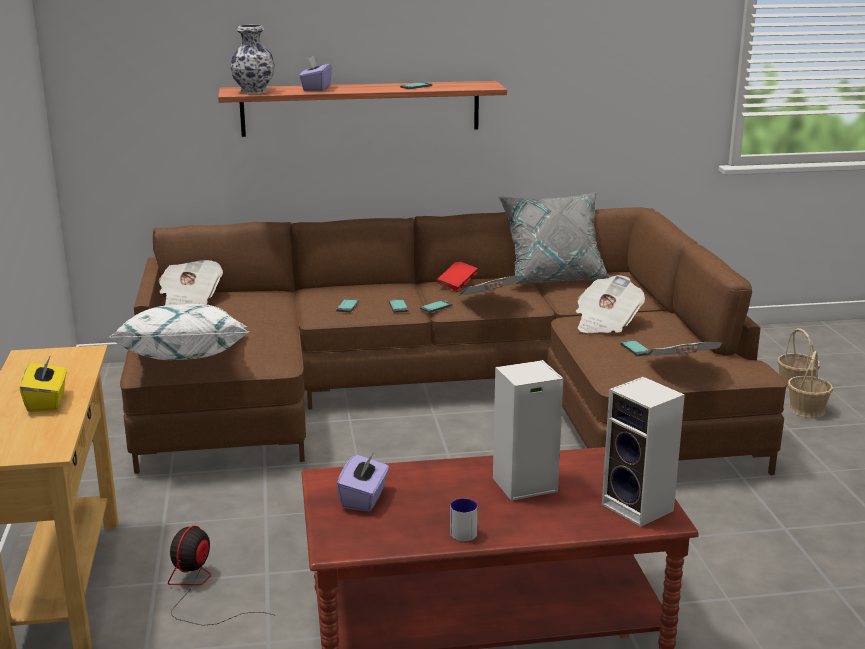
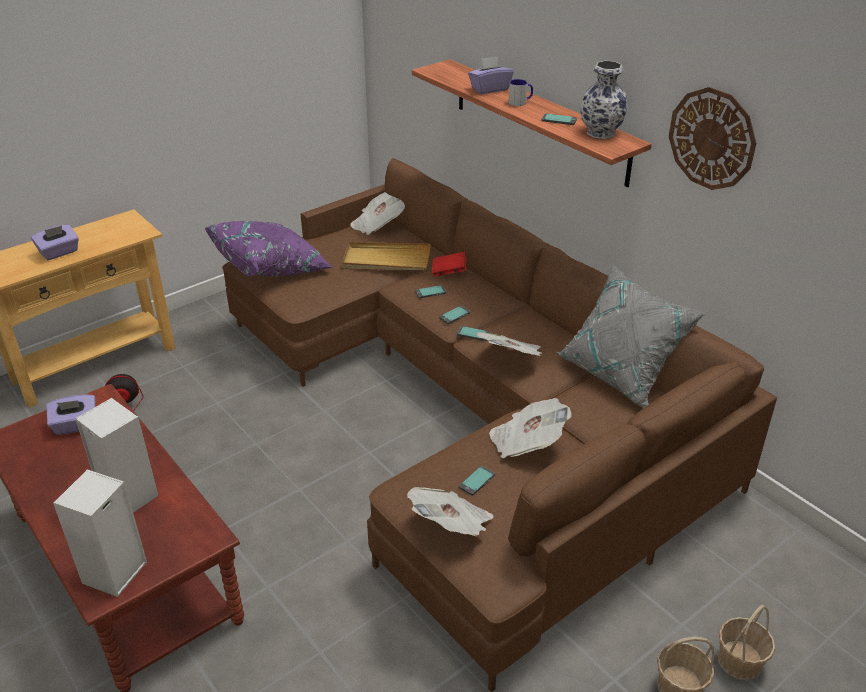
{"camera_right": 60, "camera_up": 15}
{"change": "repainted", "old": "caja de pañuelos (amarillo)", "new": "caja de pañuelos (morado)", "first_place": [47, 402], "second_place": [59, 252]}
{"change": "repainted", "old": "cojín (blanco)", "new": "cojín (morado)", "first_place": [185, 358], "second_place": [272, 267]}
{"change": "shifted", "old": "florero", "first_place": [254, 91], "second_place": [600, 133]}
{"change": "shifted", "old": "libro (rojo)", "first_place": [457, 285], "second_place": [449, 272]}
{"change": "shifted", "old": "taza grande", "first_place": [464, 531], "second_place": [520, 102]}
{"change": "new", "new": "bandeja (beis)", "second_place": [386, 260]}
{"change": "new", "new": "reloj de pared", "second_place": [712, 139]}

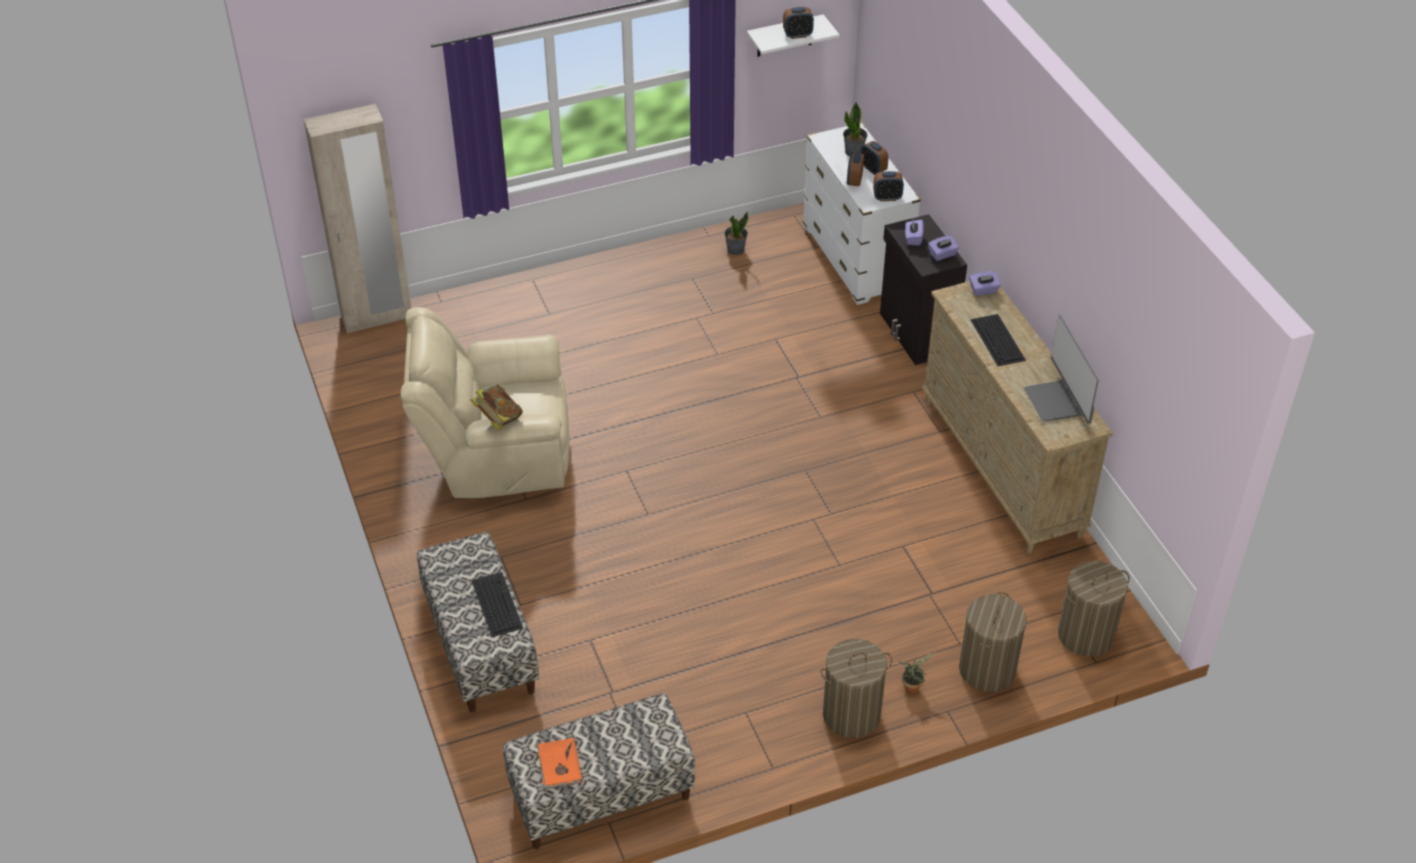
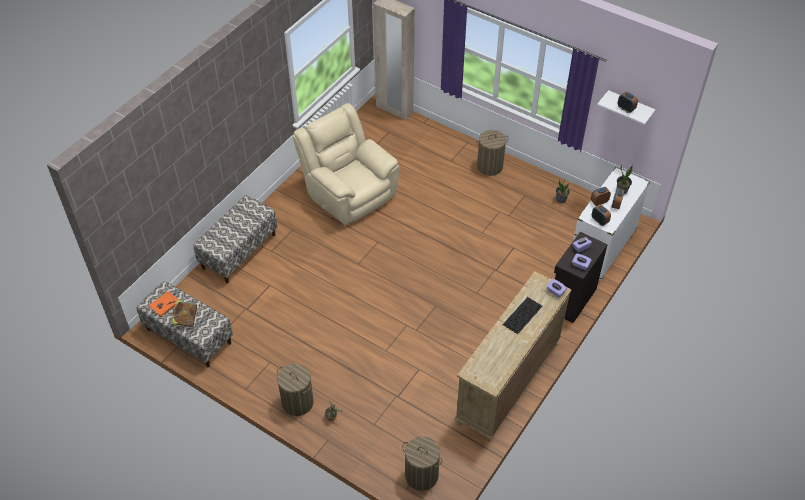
{"camera_right": 55, "camera_up": 5}
{"change": "shifted", "old": "libro", "first_place": [498, 418], "second_place": [185, 319]}
{"change": "gone", "old": "teclado", "first_place": [496, 603]}
{"change": "shifted", "old": "cesto de la ropa", "first_place": [987, 669], "second_place": [489, 166]}
{"change": "gone", "old": "monitor", "first_place": [1057, 401]}

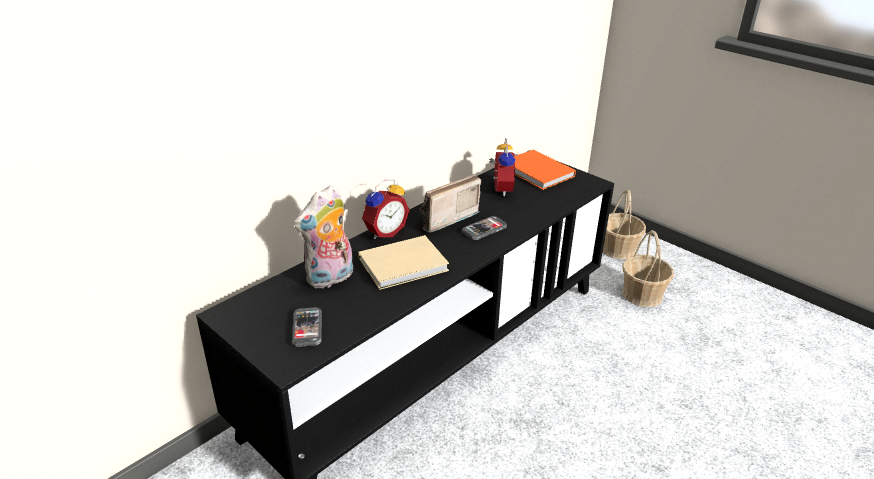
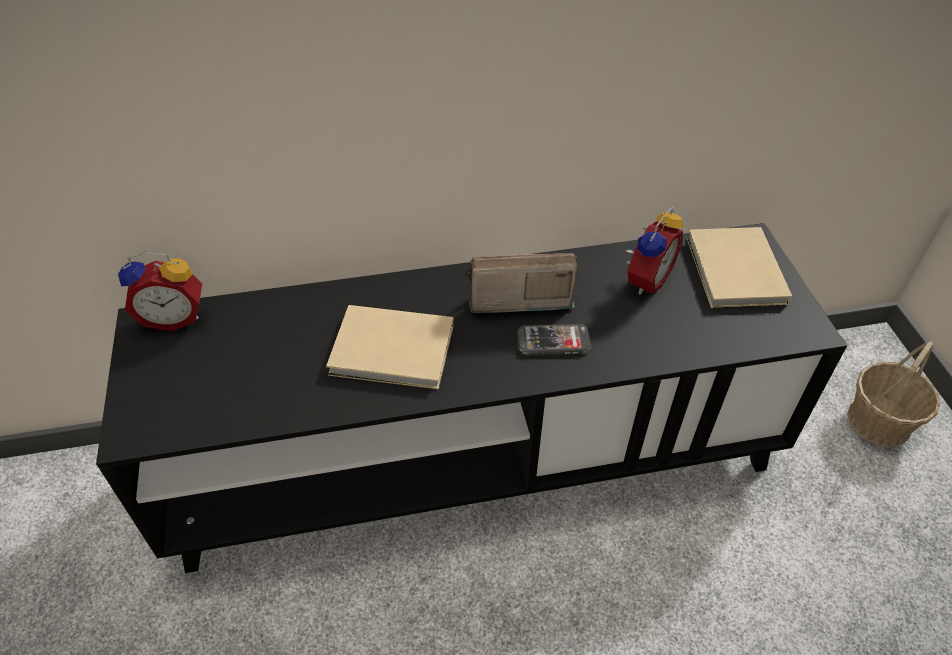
{"camera_right": 35, "camera_up": 15}
{"change": "gone", "old": "móvil", "first_place": [307, 328]}
{"change": "gone", "old": "peluche", "first_place": [330, 279]}
{"change": "shifted", "old": "despertador", "first_place": [384, 232], "second_place": [174, 317]}
{"change": "repainted", "old": "libro (naranja)", "new": "libro (beis)", "first_place": [538, 173], "second_place": [734, 273]}
{"change": "gone", "old": "cesta", "first_place": [642, 294]}

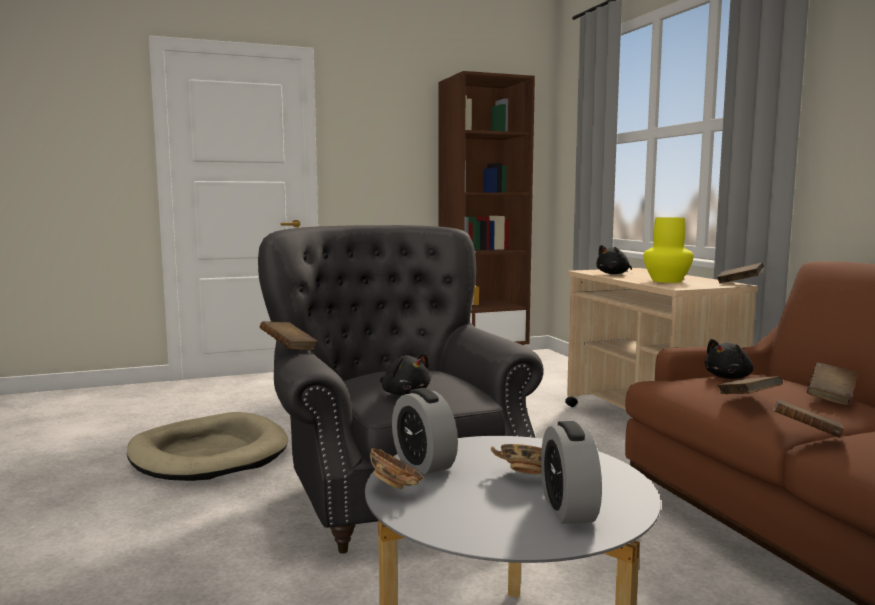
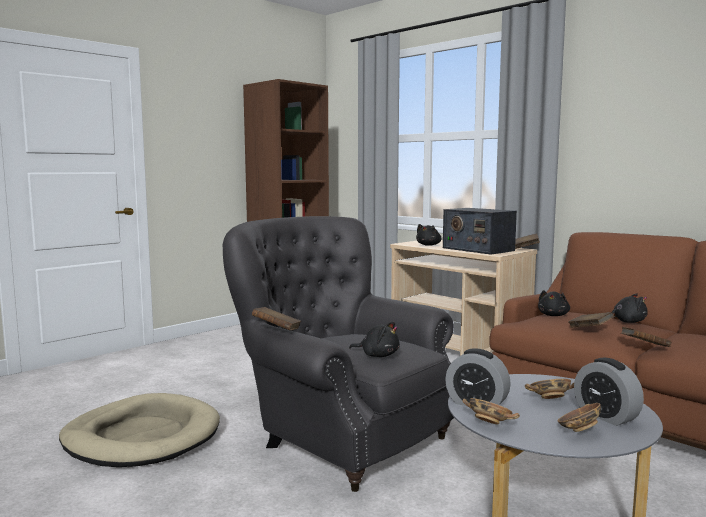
{"camera_right": -25, "camera_up": 0}
{"change": "swapped", "old": "florero (amarillo)", "new": "radio", "first_place": [667, 281], "second_place": [477, 249]}
{"change": "swapped", "old": "libro (marrón)", "new": "peluche (negro)", "first_place": [831, 397], "second_place": [626, 322]}
{"change": "new", "new": "cuenco", "second_place": [577, 430]}

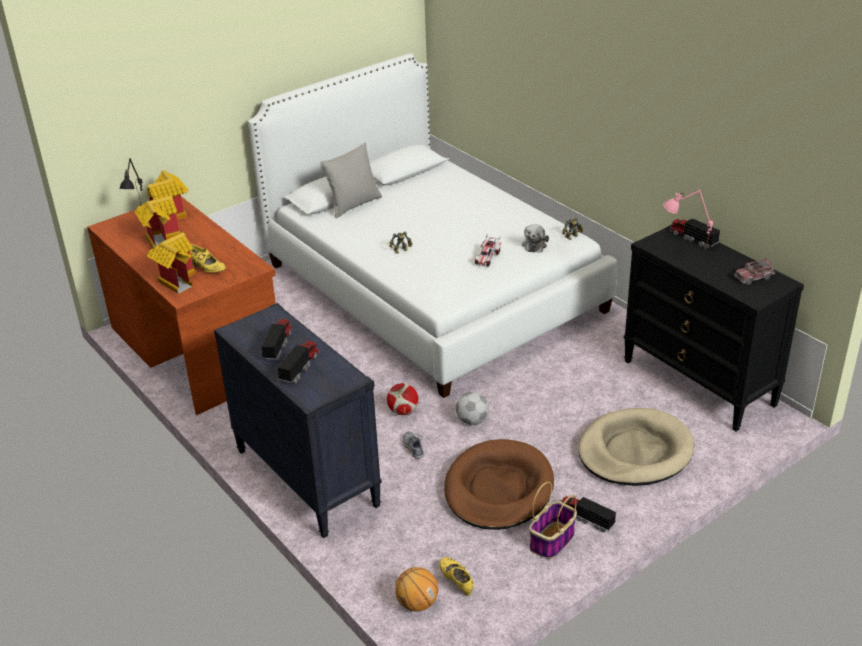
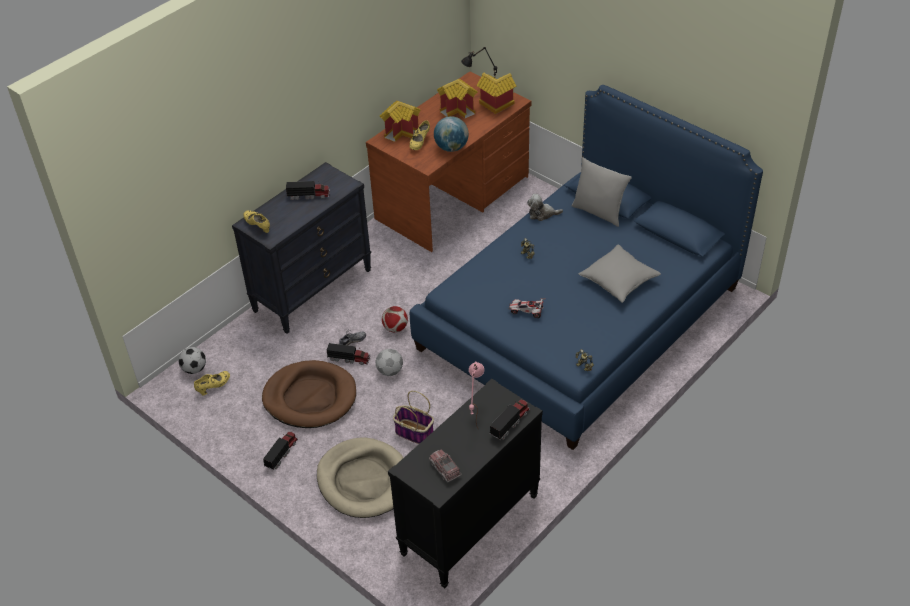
{"camera_right": 80, "camera_up": 10}
{"change": "repainted", "old": "cama (blanco)", "new": "cama (azul)", "first_place": [432, 287], "second_place": [579, 317]}
{"change": "shifted", "old": "camión de juguete", "first_place": [300, 367], "second_place": [349, 359]}
{"change": "swapped", "old": "balón de baloncesto", "new": "balón de fútbol", "first_place": [417, 603], "second_place": [194, 369]}
{"change": "shifted", "old": "peluche", "first_place": [534, 244], "second_place": [542, 214]}
{"change": "shifted", "old": "cesta", "first_place": [552, 541], "second_place": [413, 432]}
{"change": "new", "new": "zapato (amarillo)", "second_place": [258, 226]}
{"change": "new", "new": "globo terráqueo", "second_place": [451, 148]}
{"change": "new", "new": "cojín (gris)", "second_place": [619, 281]}

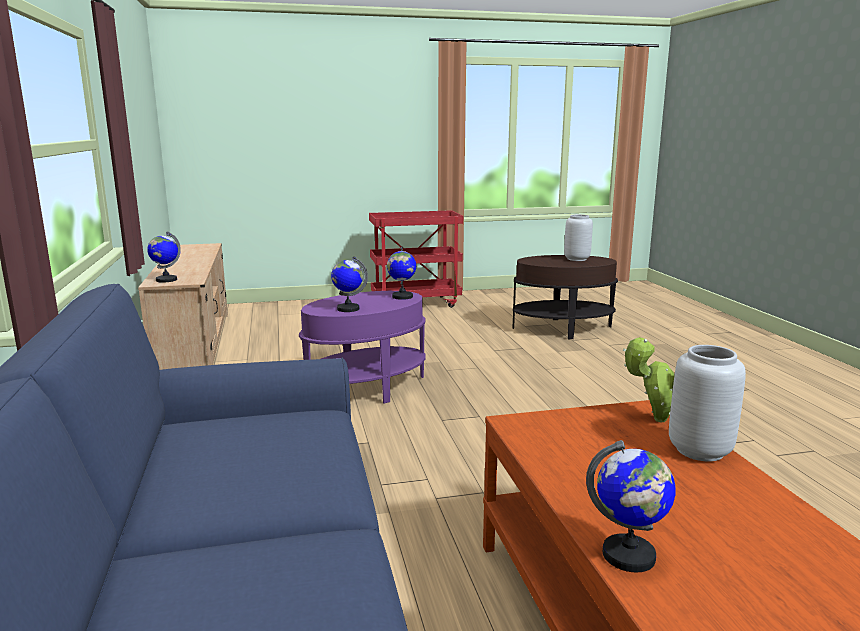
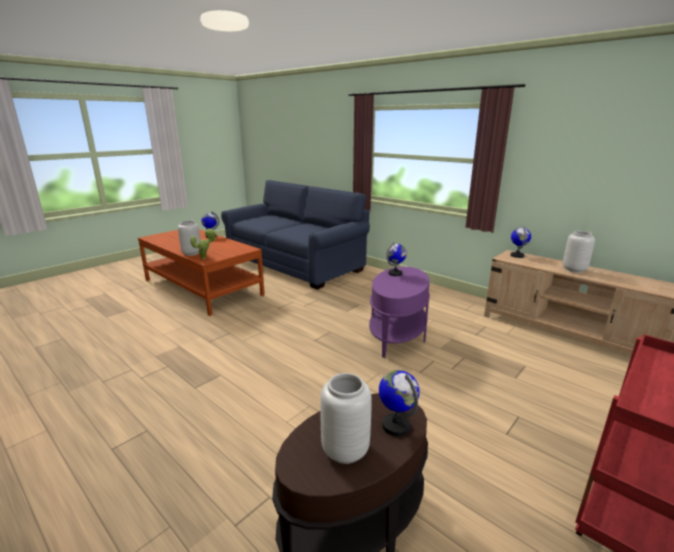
{"camera_right": 145, "camera_up": 5}
{"change": "shifted", "old": "globo terráqueo", "first_place": [402, 297], "second_place": [396, 425]}
{"change": "new", "new": "florero (gris)", "second_place": [574, 270]}

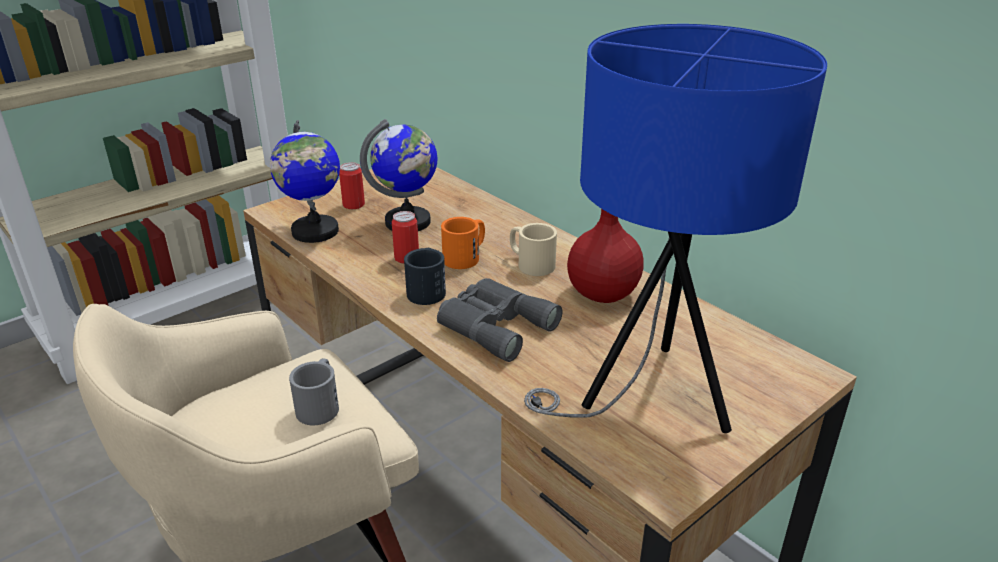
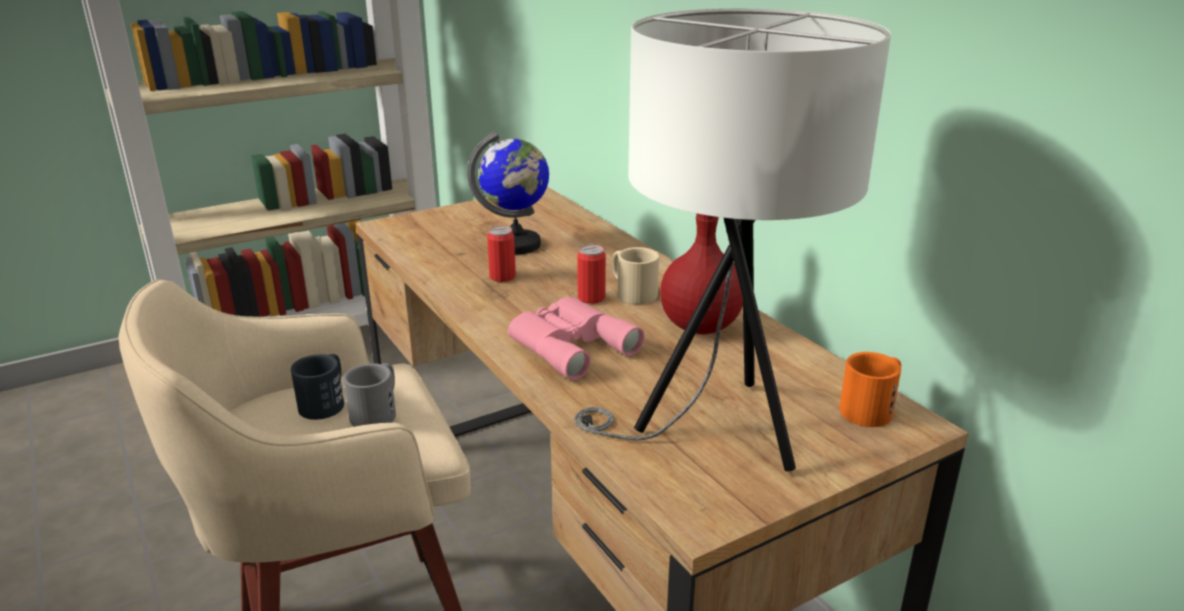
{"camera_right": 10, "camera_up": -5}
{"change": "gone", "old": "globo terráqueo", "first_place": [314, 231]}
{"change": "shifted", "old": "lata", "first_place": [353, 205], "second_place": [591, 298]}
{"change": "shifted", "old": "taza grande (negro)", "first_place": [427, 289], "second_place": [326, 401]}
{"change": "repainted", "old": "prismáticos (gris)", "new": "prismáticos (rosa)", "first_place": [493, 324], "second_place": [569, 344]}
{"change": "shifted", "old": "taza grande (naranja)", "first_place": [466, 256], "second_place": [872, 408]}
{"change": "repainted", "old": "lámpara de mesa (azul)", "new": "lámpara de mesa (blanco)", "first_place": [649, 397], "second_place": [714, 428]}

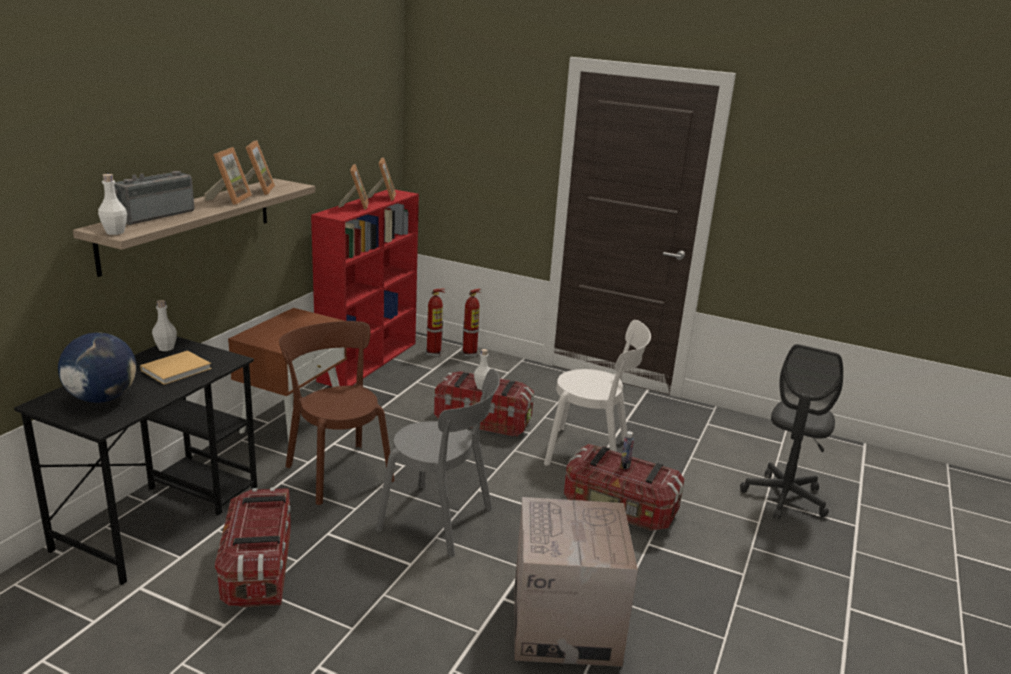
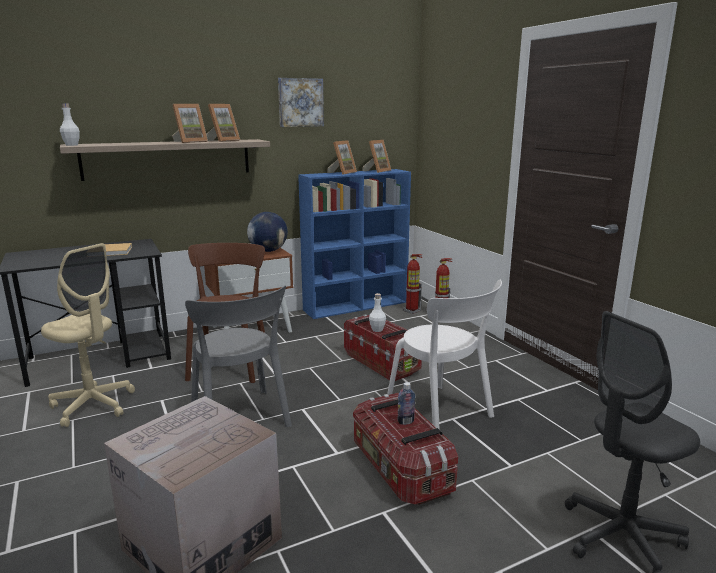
{"camera_right": 40, "camera_up": -5}
{"change": "shifted", "old": "globo terráqueo", "first_place": [102, 398], "second_place": [268, 251]}
{"change": "gone", "old": "radio", "first_place": [152, 215]}
{"change": "gone", "old": "botella (blanco)", "first_place": [166, 348]}
{"change": "swapped", "old": "caja de almacenaje", "new": "silla de oficina (beis)", "first_place": [258, 568], "second_place": [93, 405]}
{"change": "repainted", "old": "estantería (rojo)", "new": "estantería (azul)", "first_place": [369, 361], "second_place": [356, 306]}
{"change": "new", "new": "cuadro", "second_place": [300, 102]}

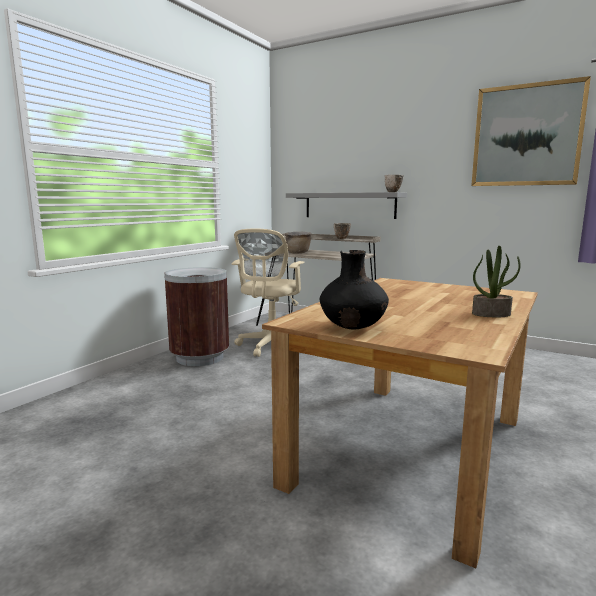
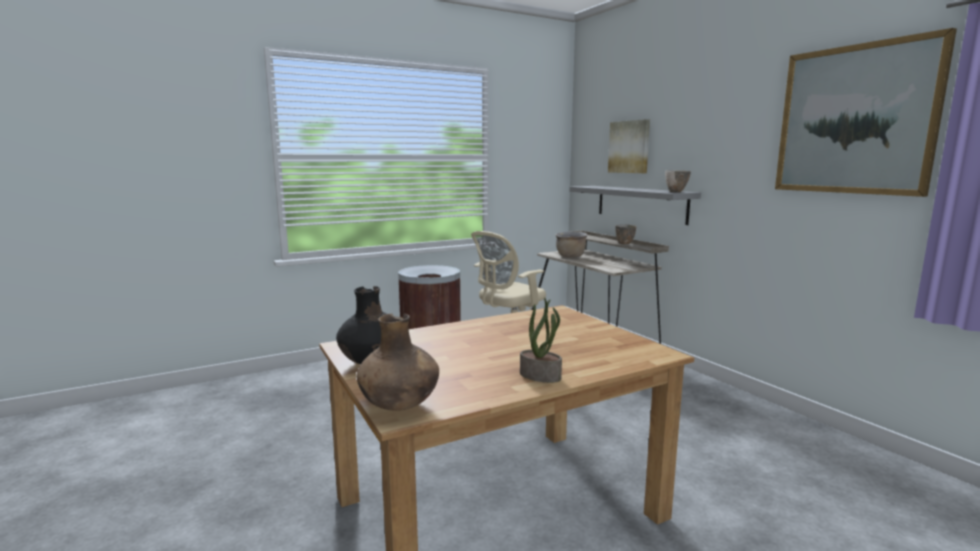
{"camera_right": 30, "camera_up": 0}
{"change": "new", "new": "florero (marrón)", "second_place": [400, 406]}
{"change": "new", "new": "cuadro", "second_place": [629, 147]}

